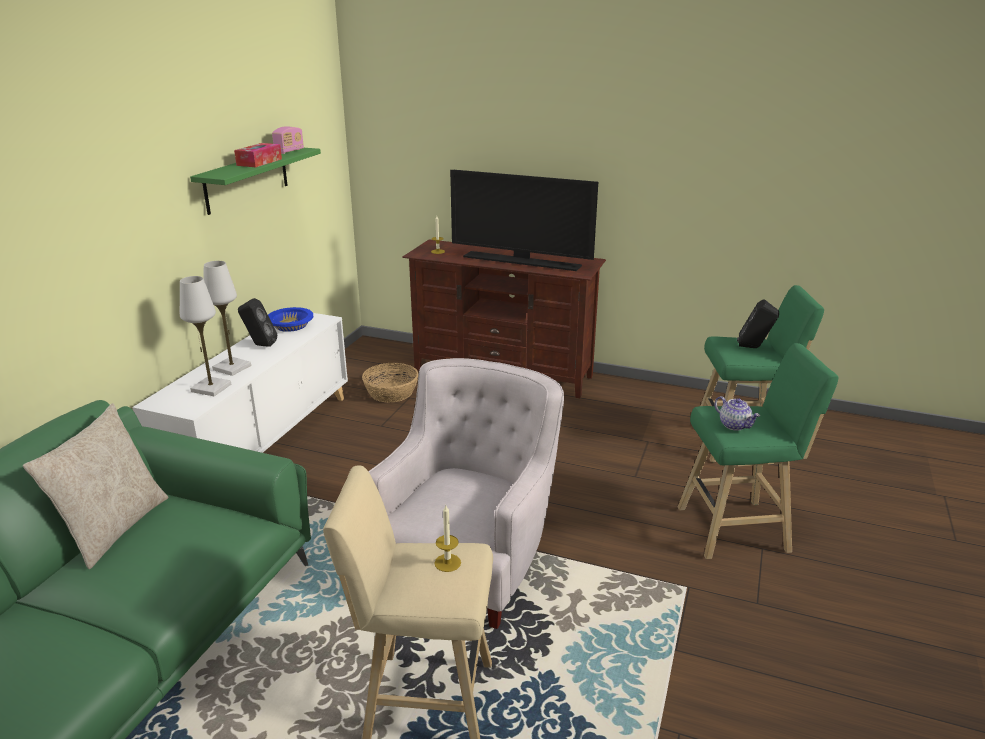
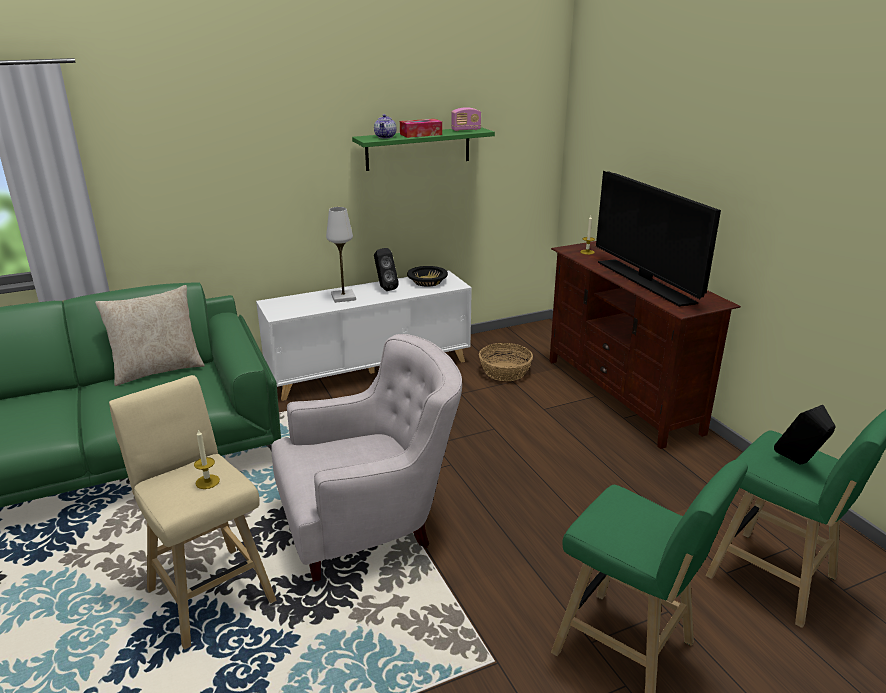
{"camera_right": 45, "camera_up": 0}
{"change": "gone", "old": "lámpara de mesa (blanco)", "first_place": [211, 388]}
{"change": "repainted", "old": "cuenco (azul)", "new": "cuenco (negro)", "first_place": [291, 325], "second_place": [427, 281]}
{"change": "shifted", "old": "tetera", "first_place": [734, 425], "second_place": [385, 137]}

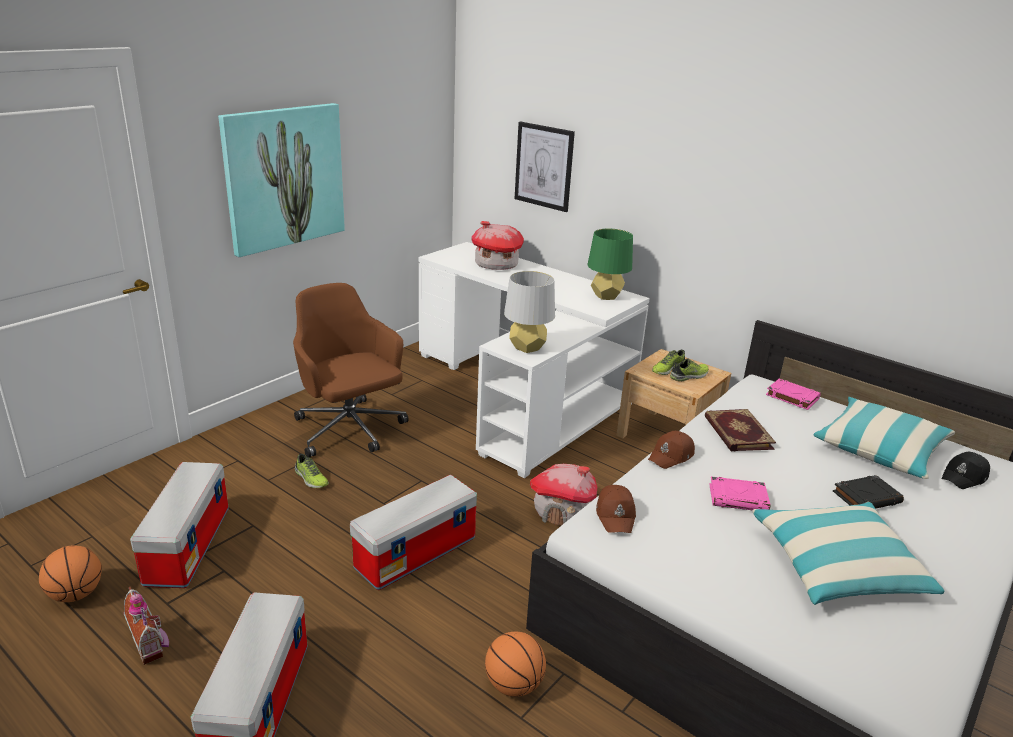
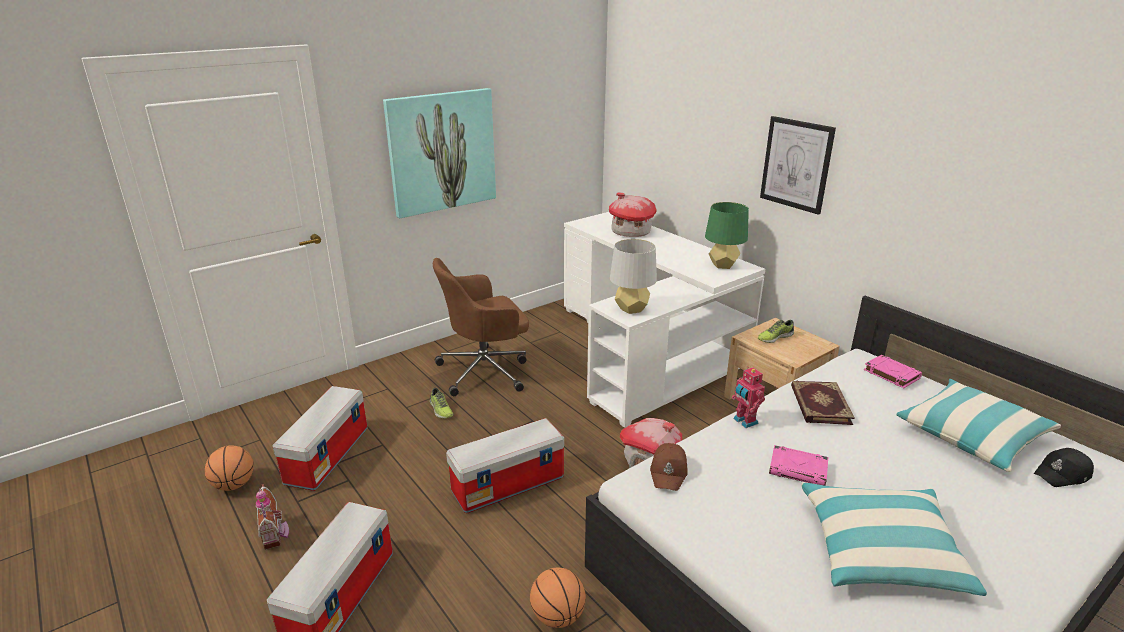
{"camera_right": 15, "camera_up": 0}
{"change": "rotated", "old": "silla de oficina (marrón)", "first_place": [350, 430], "second_place": [485, 371], "degrees": -90}
{"change": "shifted", "old": "cuadro", "first_place": [544, 166], "second_place": [796, 164]}
{"change": "swapped", "old": "gorra (marrón)", "new": "robot de juguete", "first_place": [671, 456], "second_place": [744, 421]}
{"change": "gone", "old": "zapato", "first_place": [689, 376]}
{"change": "gone", "old": "libro (negro)", "first_place": [866, 497]}

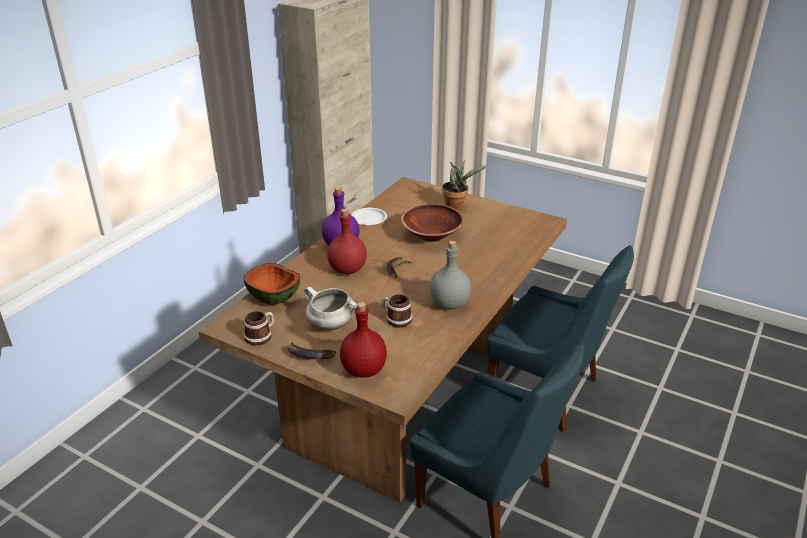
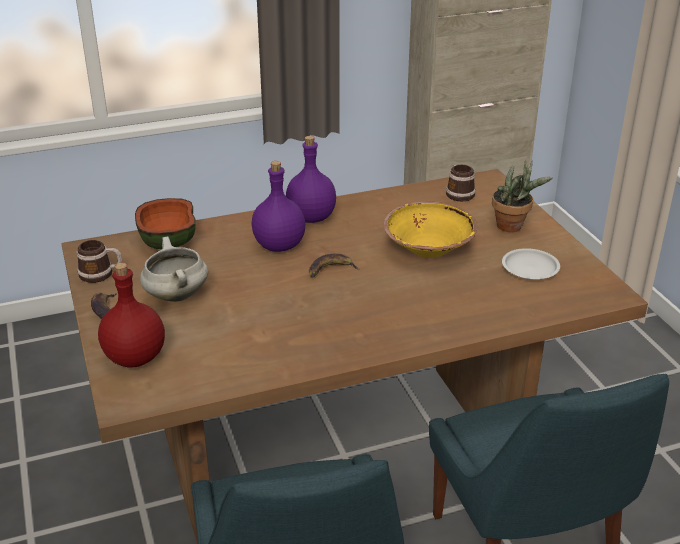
{"camera_right": 40, "camera_up": 0}
{"change": "repainted", "old": "botella (rojo)", "new": "botella (morado)", "first_place": [347, 269], "second_place": [279, 245]}
{"change": "shifted", "old": "plato (blanco)", "first_place": [369, 219], "second_place": [530, 268]}
{"change": "shifted", "old": "taza grande", "first_place": [395, 319], "second_place": [458, 193]}
{"change": "repainted", "old": "cuenco (marrón)", "new": "cuenco (amarillo)", "first_place": [431, 235], "second_place": [429, 248]}
{"change": "gone", "old": "botella (gris)", "first_place": [450, 304]}

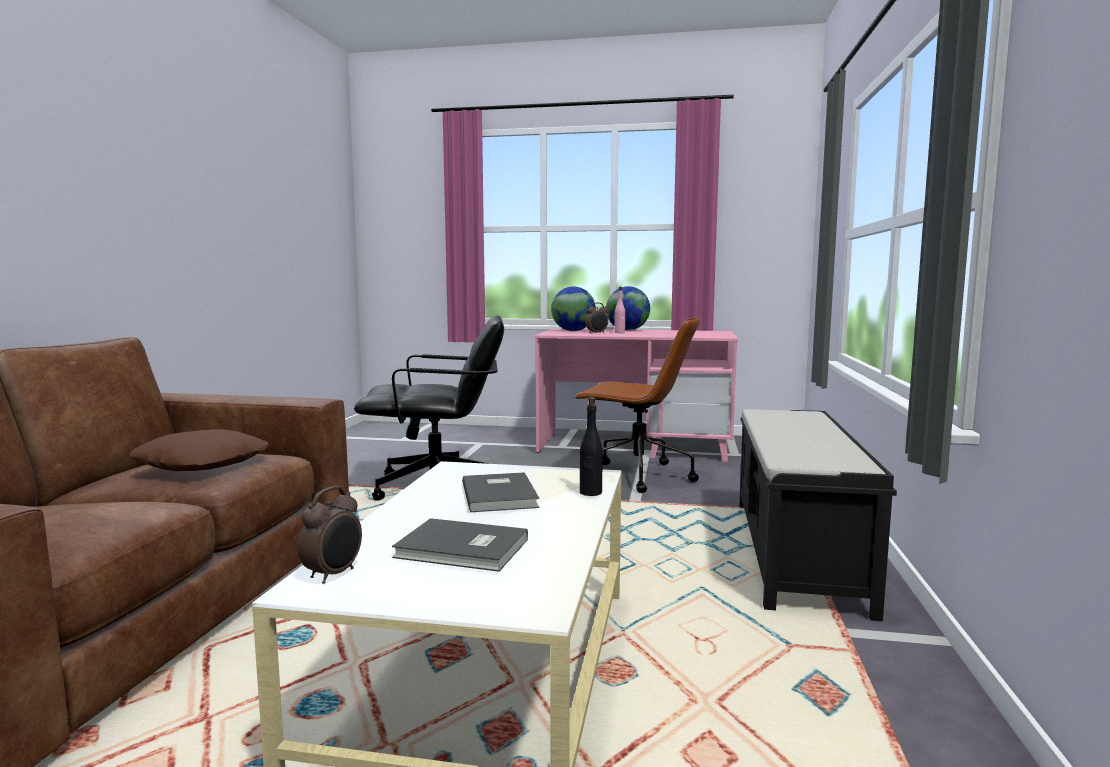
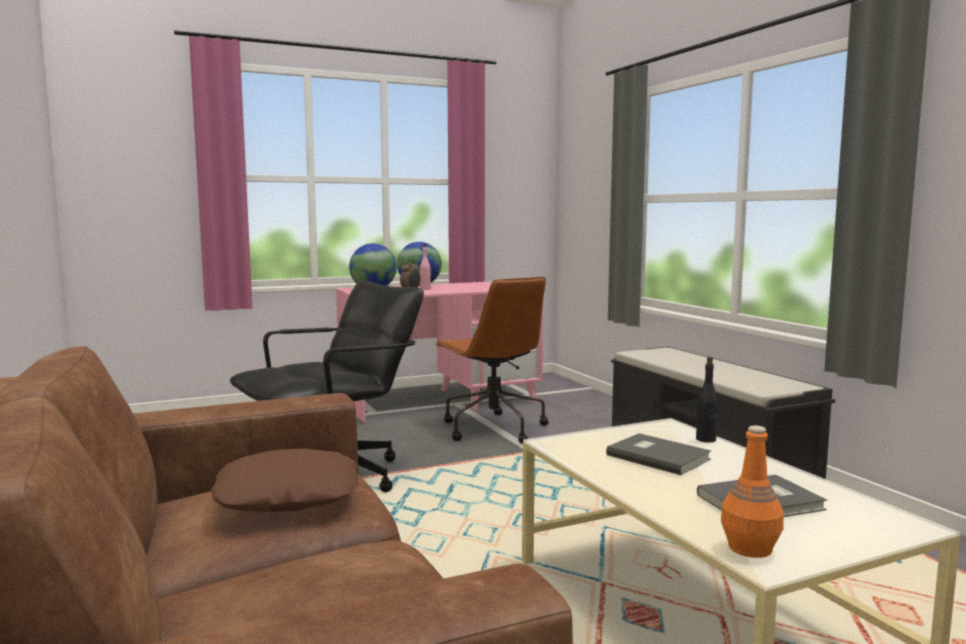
{"camera_right": -35, "camera_up": 0}
{"change": "swapped", "old": "despertador", "new": "botella (naranja)", "first_place": [334, 574], "second_place": [749, 548]}
{"change": "rotated", "old": "silla de oficina (marrón)", "first_place": [636, 476], "second_place": [492, 428], "degrees": 75}

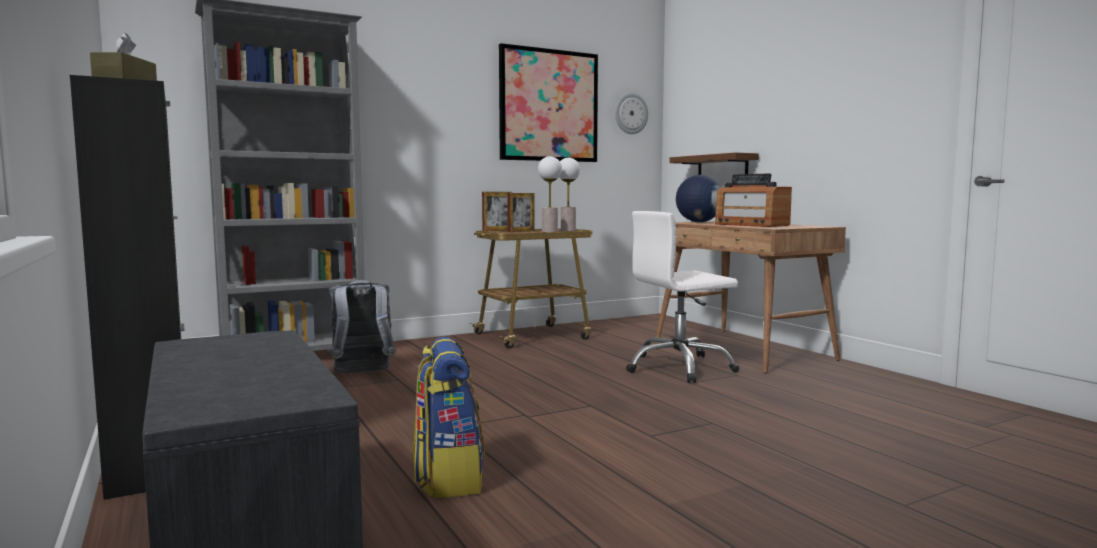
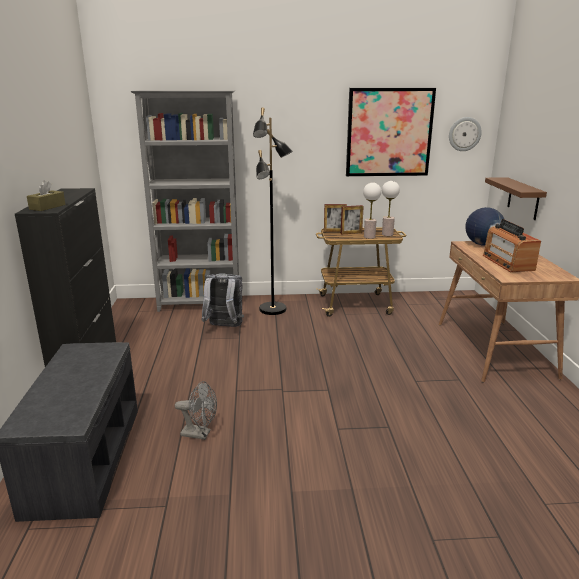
{"camera_right": 25, "camera_up": 15}
{"change": "swapped", "old": "mochila", "new": "ventilador (gris)", "first_place": [448, 478], "second_place": [200, 434]}
{"change": "gone", "old": "silla de oficina (blanco)", "first_place": [679, 368]}
{"change": "new", "new": "lámpara de pie (negro)", "second_place": [273, 309]}

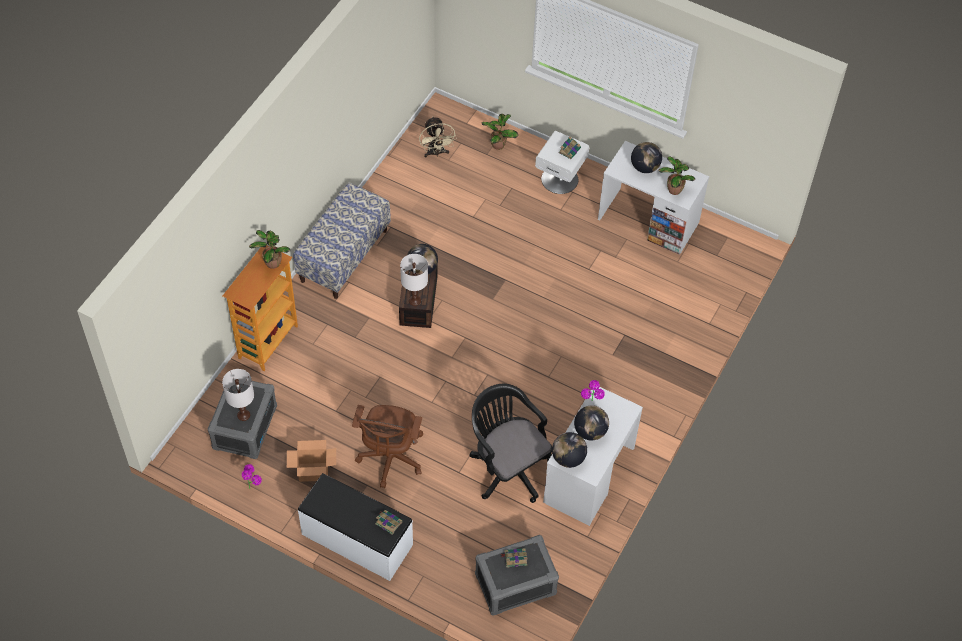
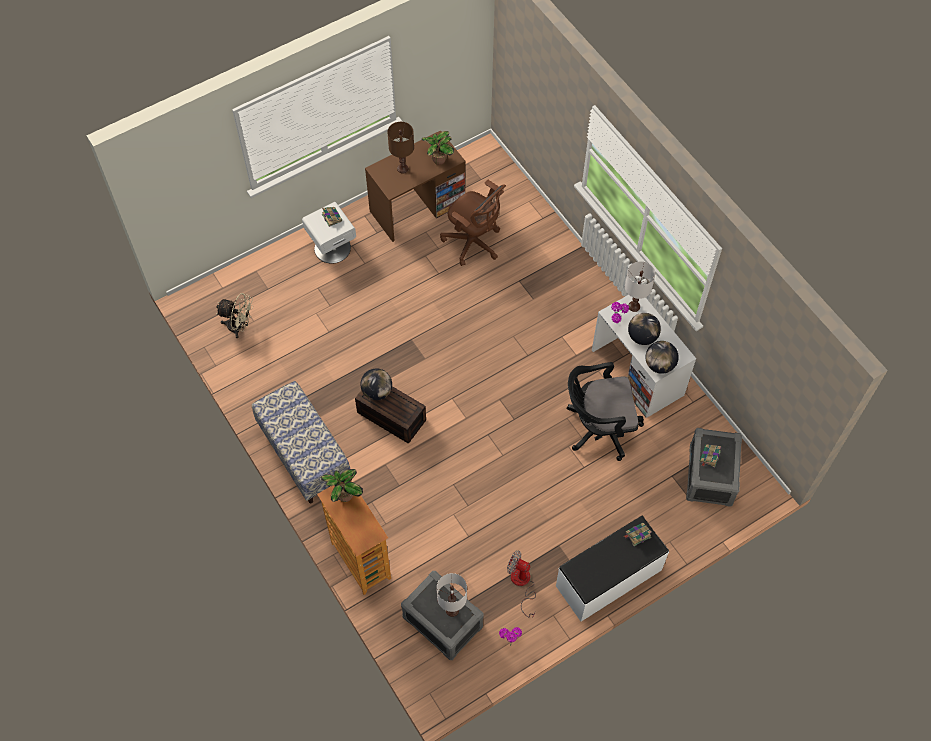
{"camera_right": -60, "camera_up": 5}
{"change": "swapped", "old": "caja de cartón", "new": "ventilador", "first_place": [313, 472], "second_place": [522, 584]}
{"change": "shifted", "old": "silla de oficina (marrón)", "first_place": [390, 459], "second_place": [473, 243]}
{"change": "shifted", "old": "lámpara de mesa (blanco)", "first_place": [414, 300], "second_place": [633, 306]}
{"change": "gone", "old": "planta en maceta", "first_place": [499, 144]}
{"change": "repainted", "old": "escritorio (blanco)", "new": "escritorio (marrón)", "first_place": [648, 221], "second_place": [417, 207]}
{"change": "swapped", "old": "globo terráqueo", "new": "lámpara de mesa (marrón)", "first_place": [645, 167], "second_place": [402, 168]}

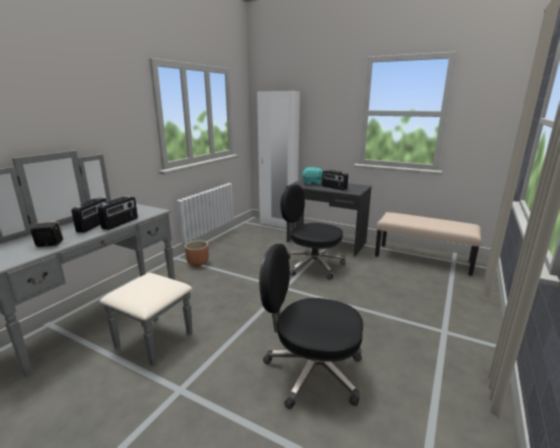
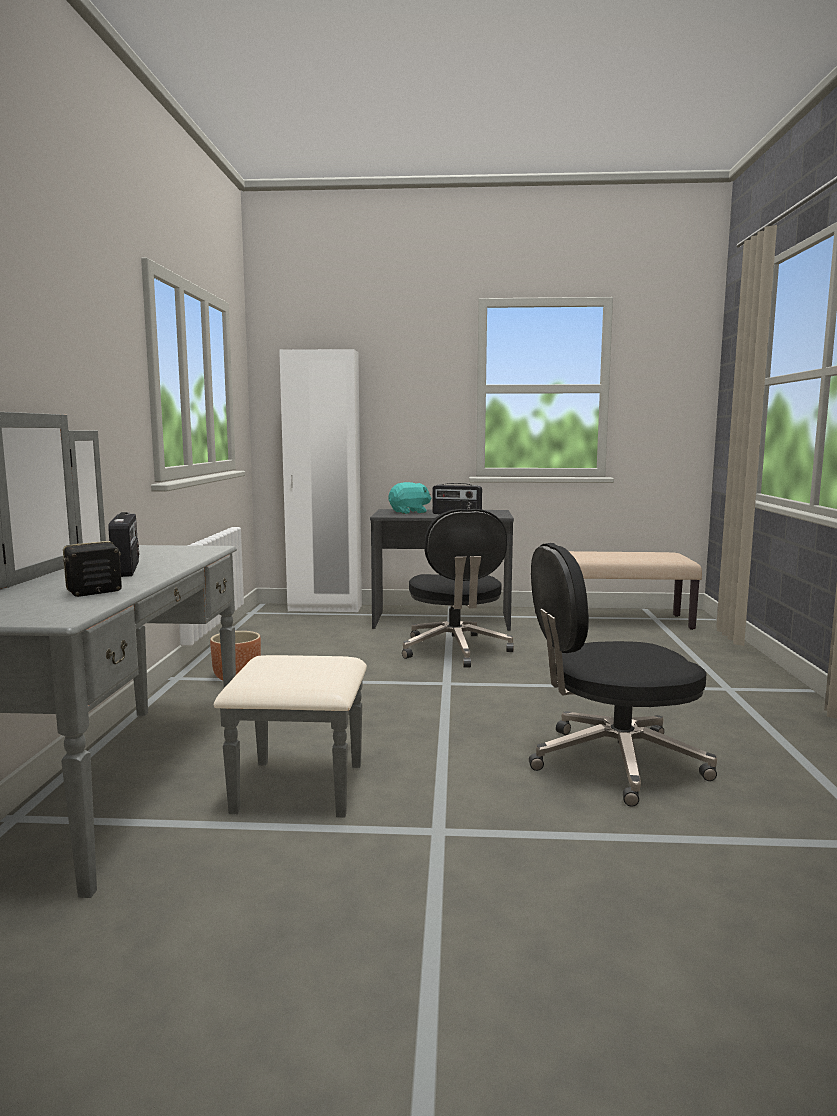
{"camera_right": -25, "camera_up": -10}
{"change": "gone", "old": "radio", "first_place": [121, 223]}
{"change": "rotated", "old": "silla de oficina (negro)", "first_place": [311, 265], "second_place": [455, 650], "degrees": -105}

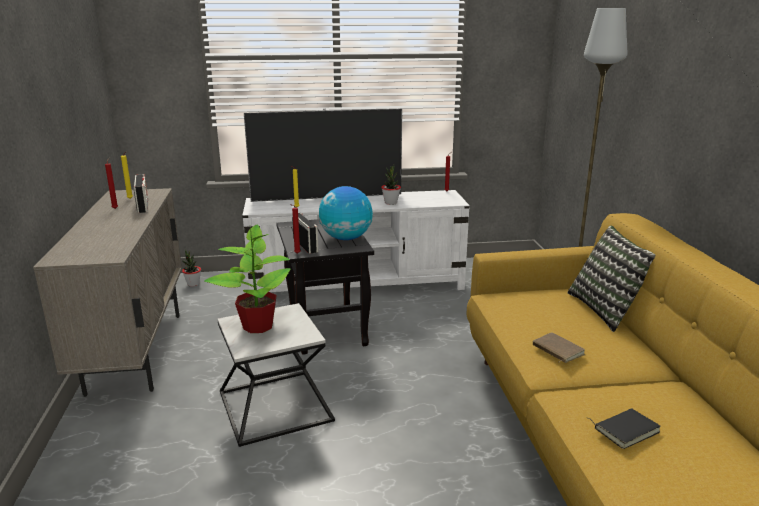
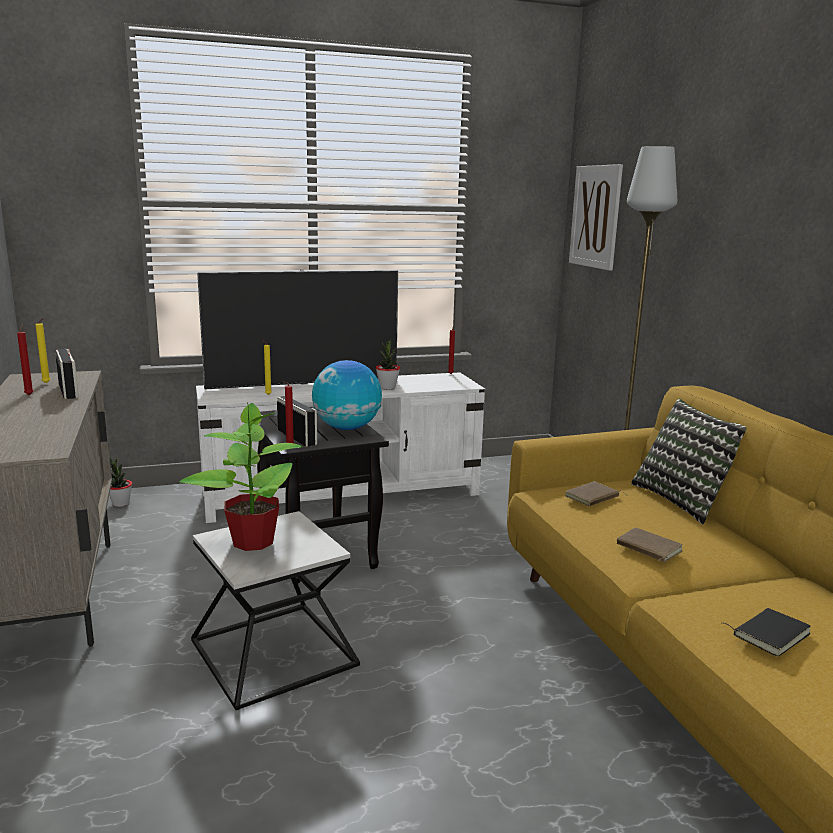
{"camera_right": -10, "camera_up": -5}
{"change": "new", "new": "libro (marrón)", "second_place": [593, 497]}
{"change": "new", "new": "cuadro", "second_place": [595, 216]}

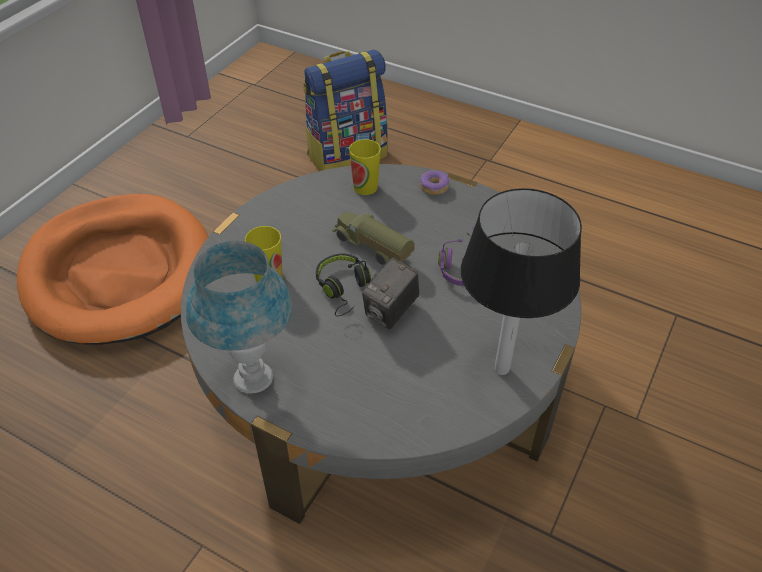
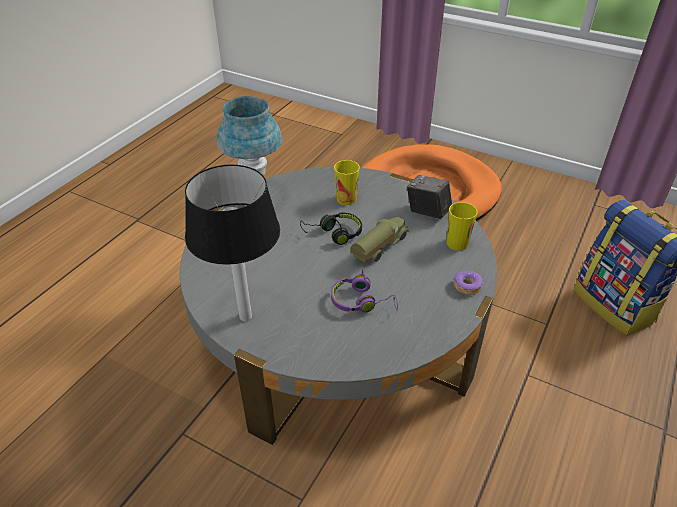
{"camera_right": 90, "camera_up": -5}
{"change": "shifted", "old": "cámara", "first_place": [391, 312], "second_place": [427, 212]}

